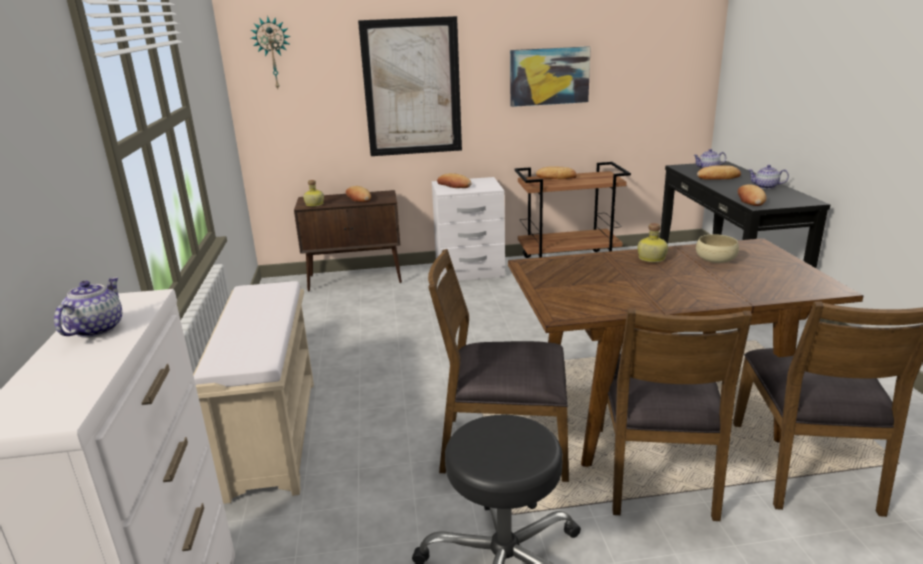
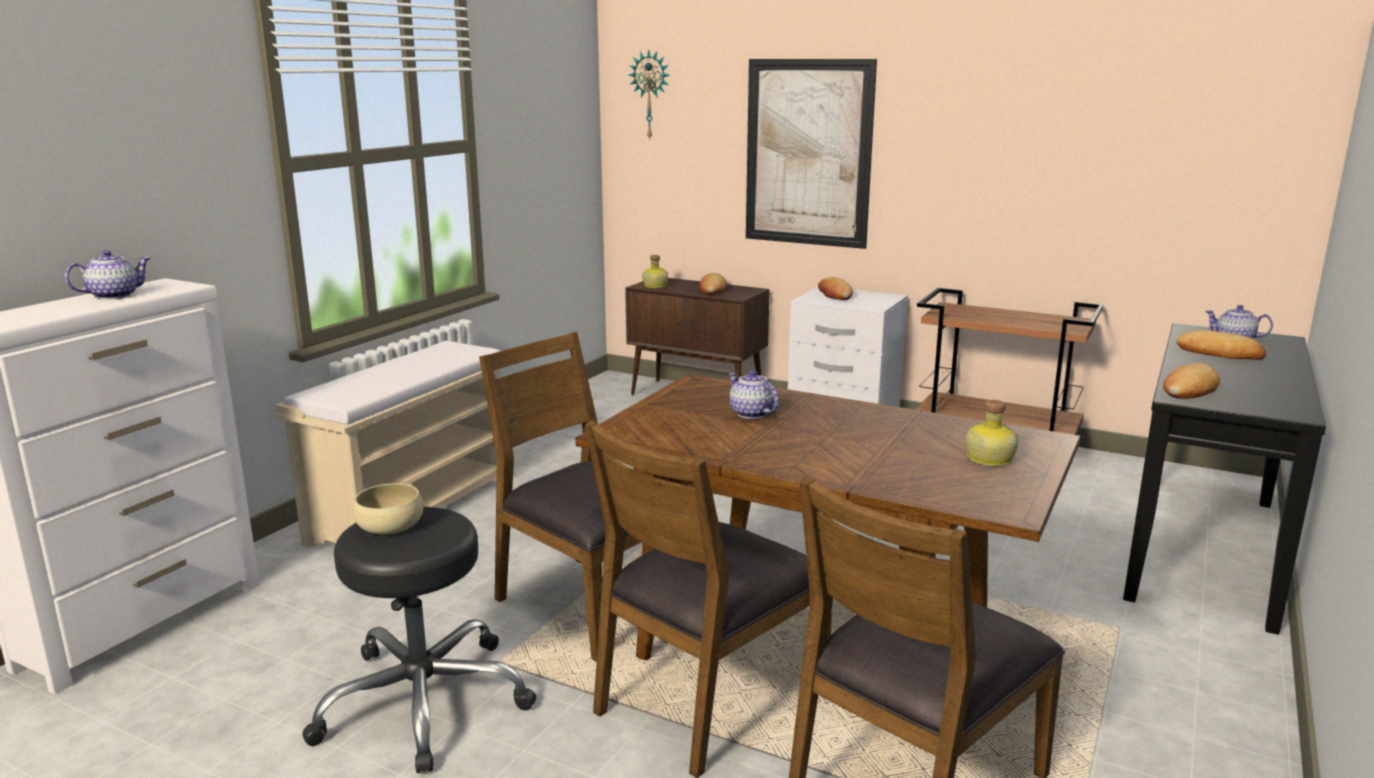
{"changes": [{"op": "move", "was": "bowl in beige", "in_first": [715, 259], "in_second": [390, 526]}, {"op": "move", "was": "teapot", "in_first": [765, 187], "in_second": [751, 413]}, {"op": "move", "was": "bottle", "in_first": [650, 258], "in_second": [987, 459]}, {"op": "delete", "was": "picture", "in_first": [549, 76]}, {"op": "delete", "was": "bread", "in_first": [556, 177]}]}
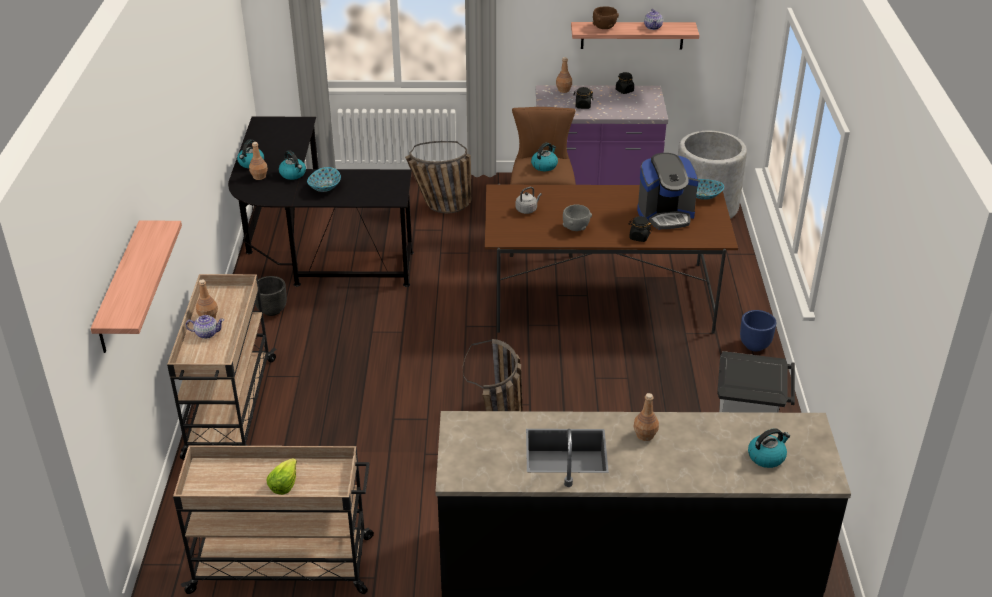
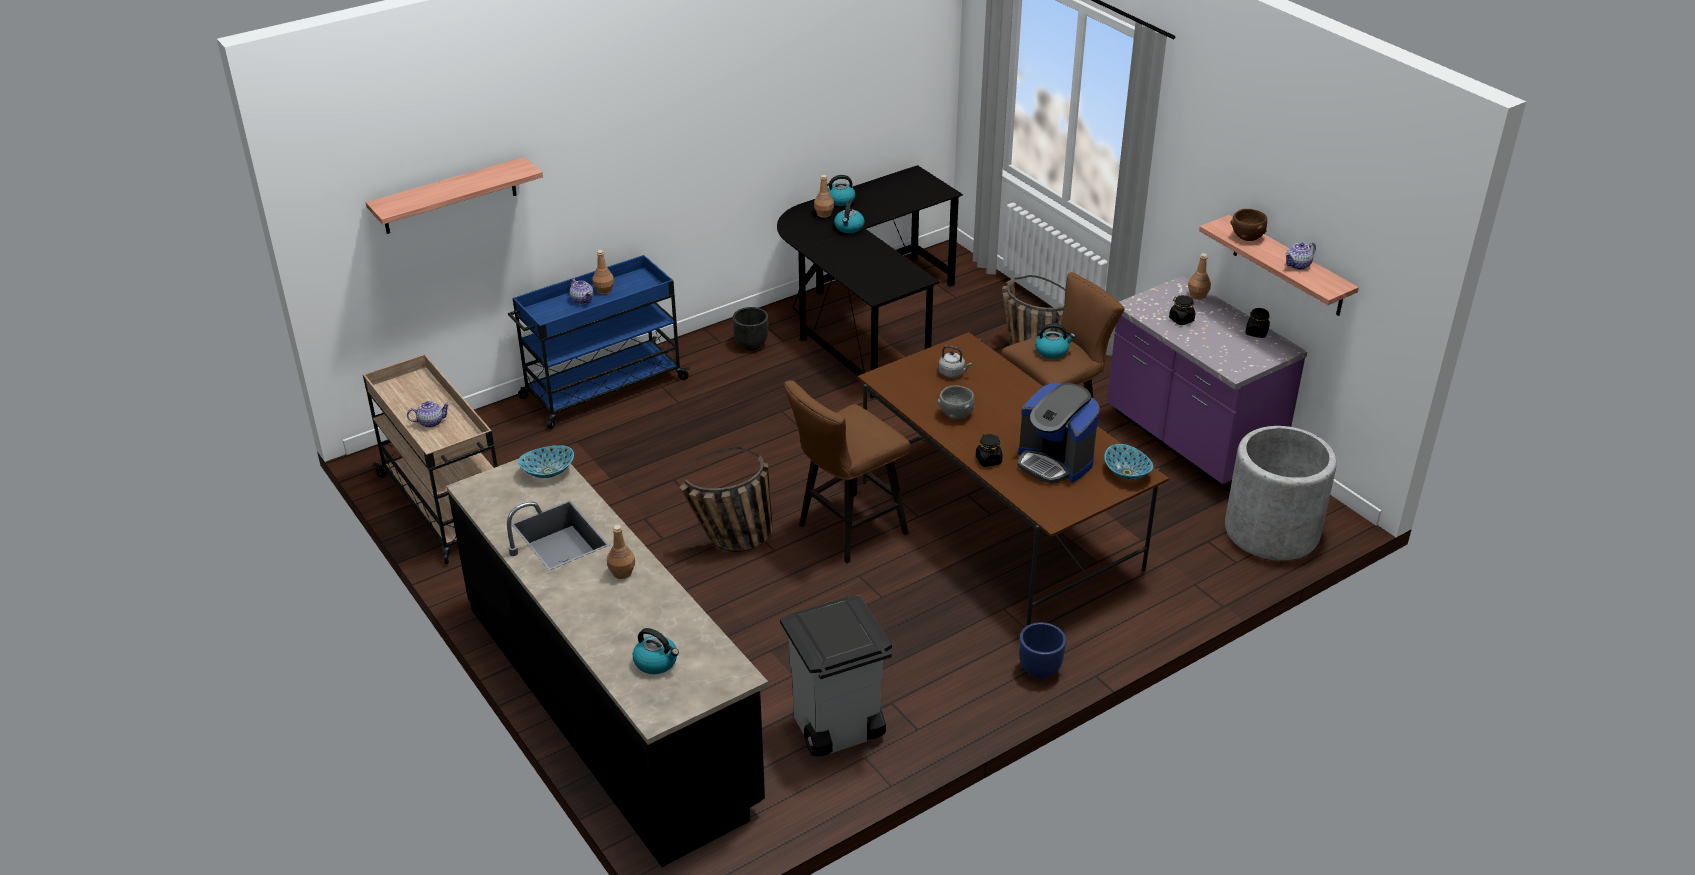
{"changes": [{"op": "replace", "was": "lettuce", "now": "teapot", "in_first": [284, 484], "in_second": [430, 422]}, {"op": "recolor", "was": "cart in beige", "now": "cart in blue", "in_first": [230, 408], "in_second": [602, 389]}, {"op": "move", "was": "bowl", "in_first": [325, 188], "in_second": [548, 472]}, {"op": "insert", "now": "stool in brown", "in_second": [846, 531]}]}
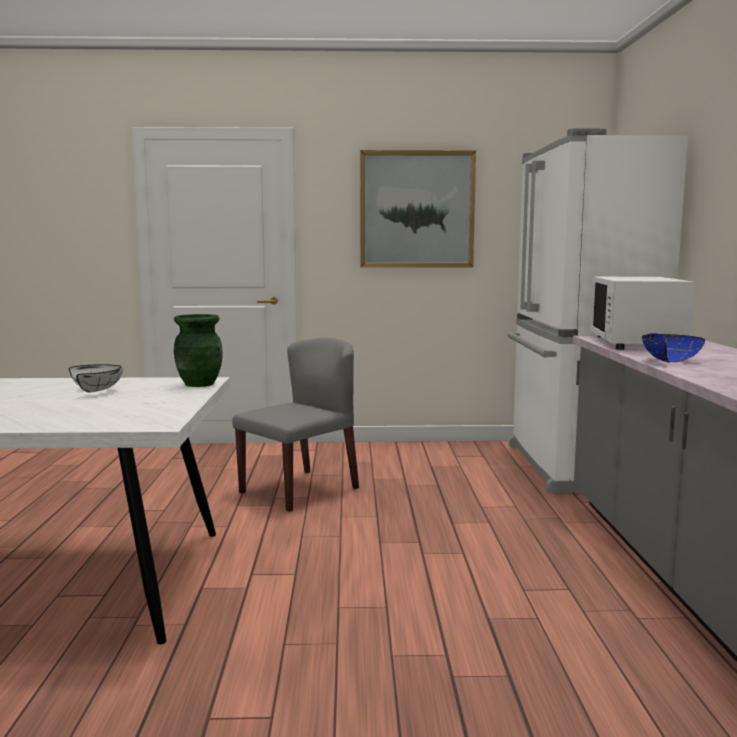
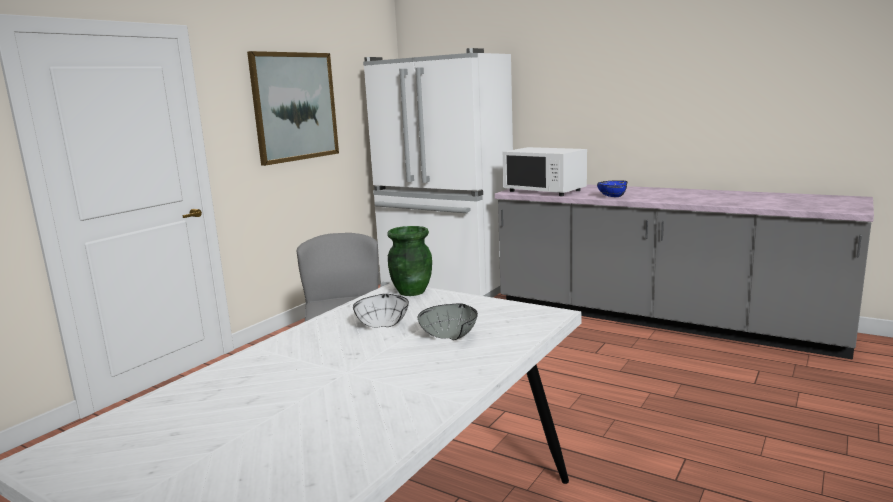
{"changes": [{"op": "insert", "now": "bowl in grey", "in_second": [451, 335]}]}
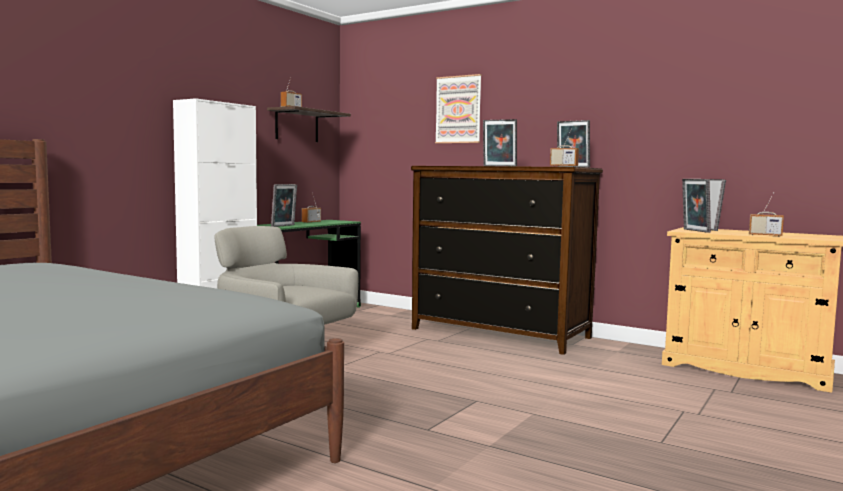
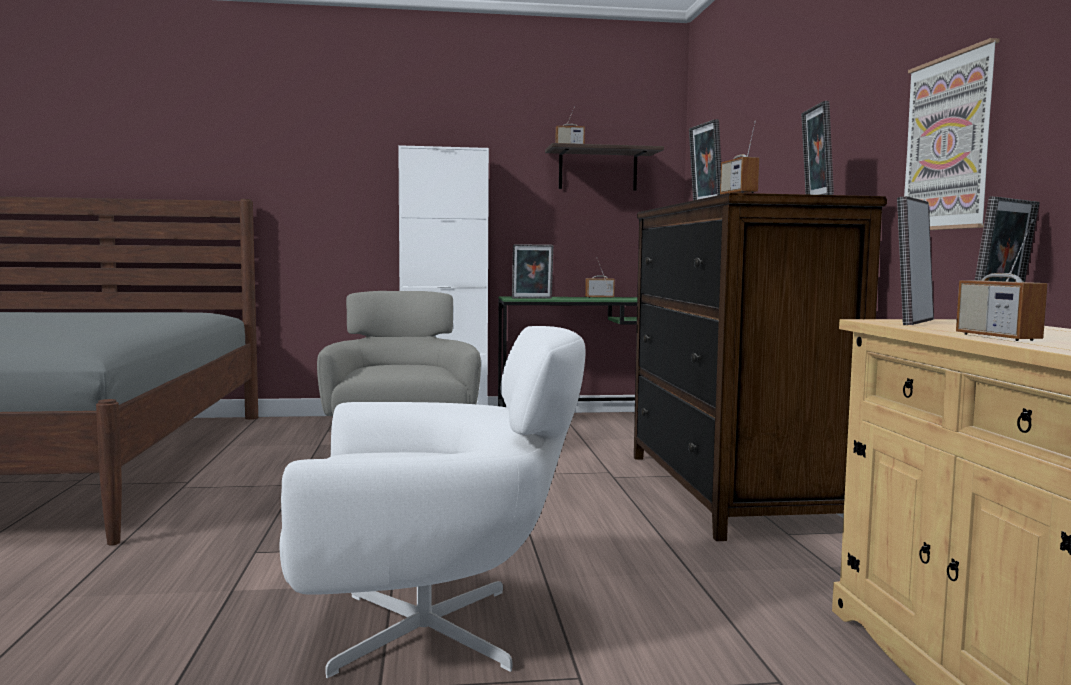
{"changes": [{"op": "insert", "now": "armchair in white", "in_second": [434, 630]}, {"op": "move", "was": "picture", "in_first": [458, 109], "in_second": [948, 143]}]}
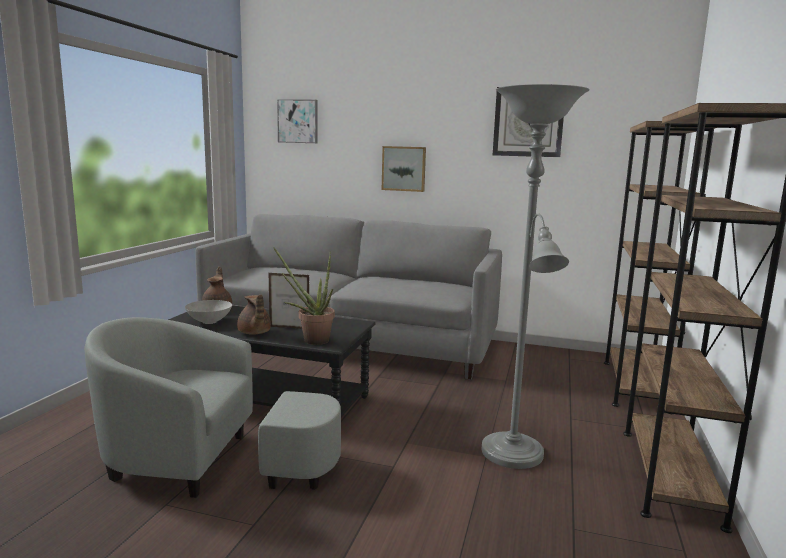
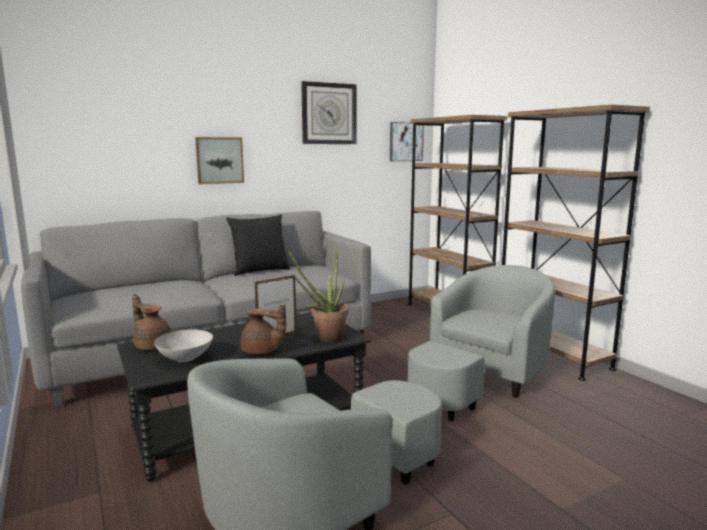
{"changes": [{"op": "insert", "now": "pillow in black", "in_second": [259, 270]}, {"op": "move", "was": "picture", "in_first": [298, 121], "in_second": [405, 141]}, {"op": "replace", "was": "floor lamp in grey", "now": "armchair in grey", "in_first": [514, 457], "in_second": [481, 380]}]}
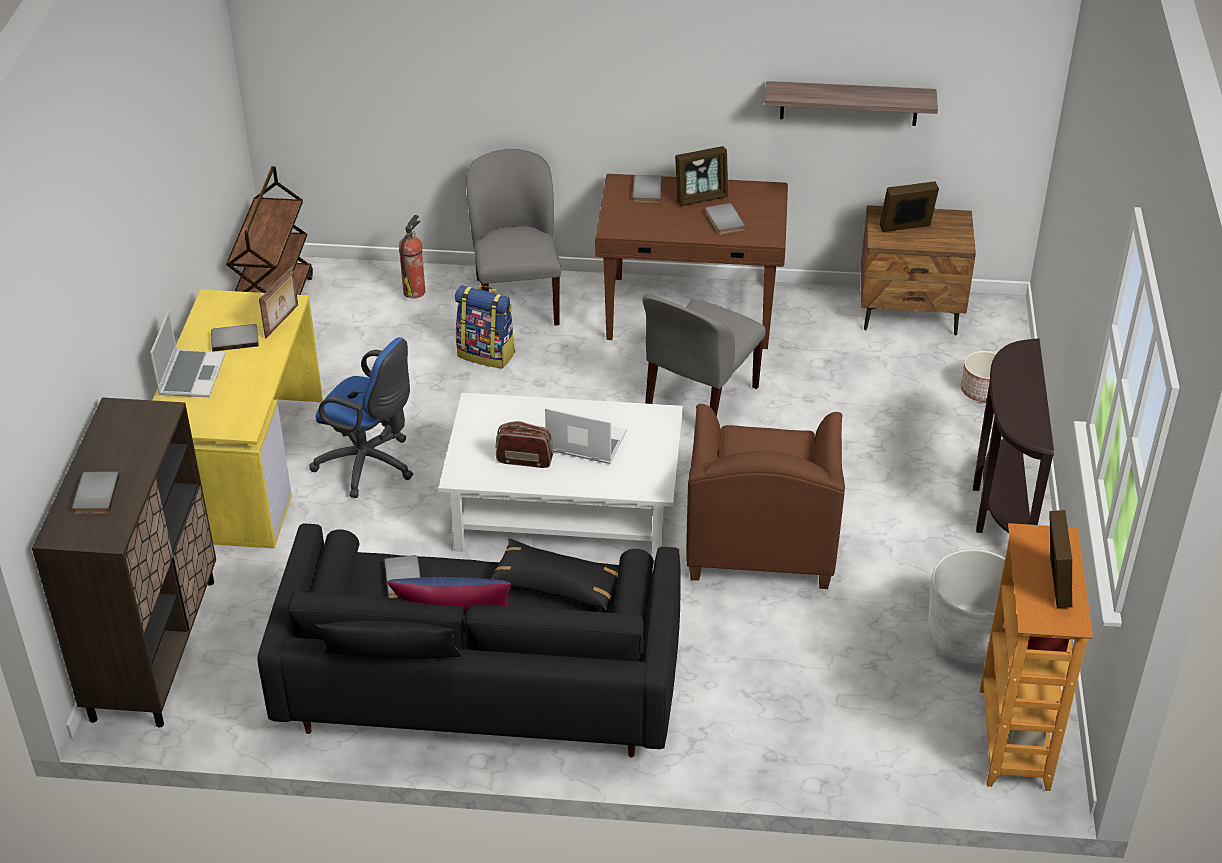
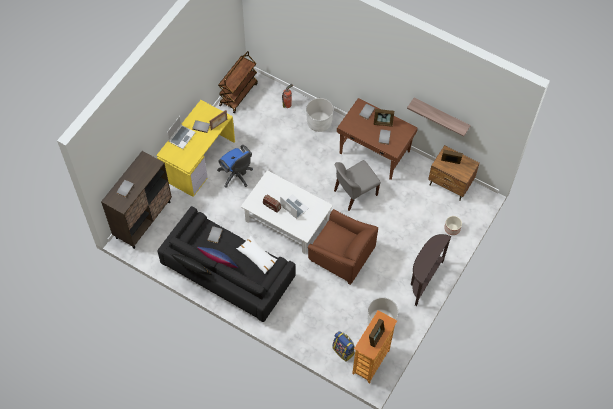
{"changes": [{"op": "recolor", "was": "pillow in black", "now": "pillow in white", "in_first": [557, 585], "in_second": [257, 257]}, {"op": "replace", "was": "chair in grey", "now": "planter in white", "in_first": [516, 300], "in_second": [319, 122]}, {"op": "rotate", "was": "armchair in brown", "in_first": [760, 536], "in_second": [341, 256], "clockwise": -90}, {"op": "move", "was": "backpack", "in_first": [487, 354], "in_second": [343, 350]}]}
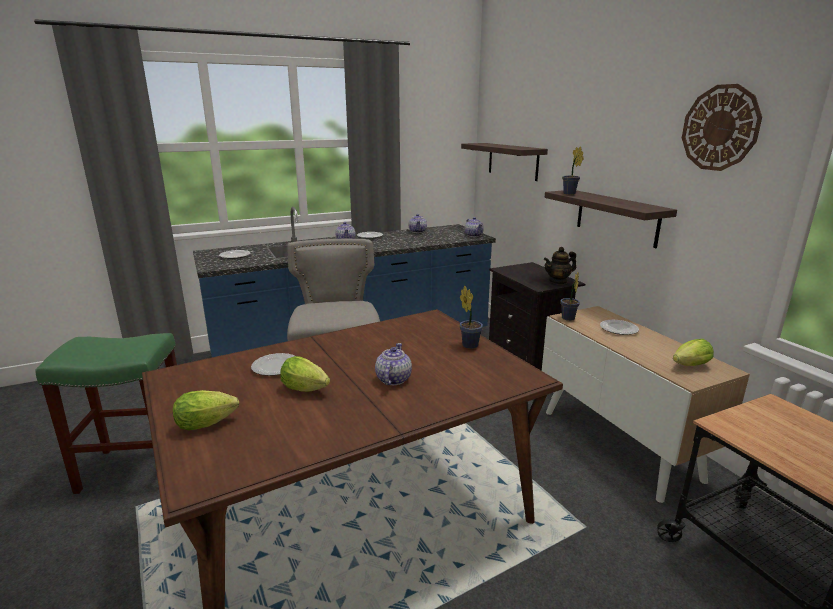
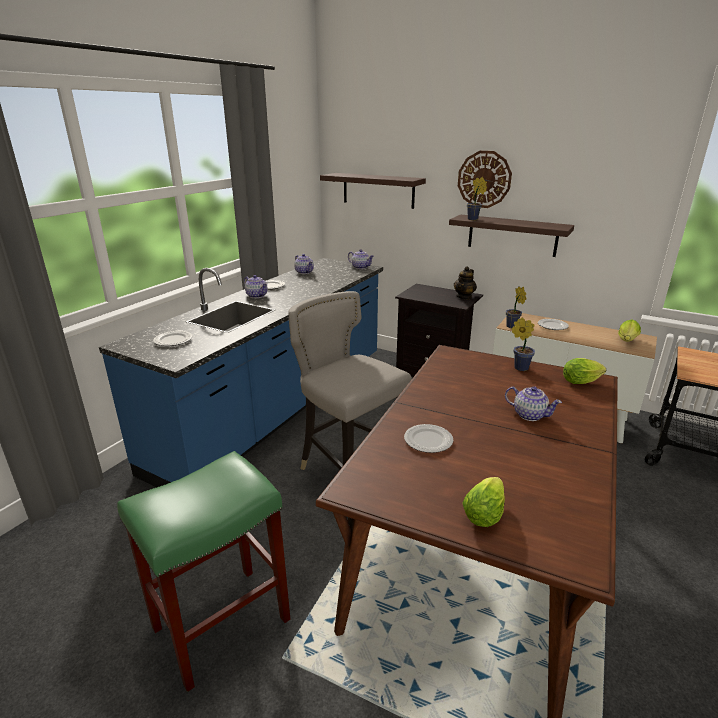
{"changes": [{"op": "move", "was": "wall clock", "in_first": [720, 128], "in_second": [484, 179]}, {"op": "rotate", "was": "teapot", "in_first": [393, 379], "in_second": [529, 415], "clockwise": 150}, {"op": "move", "was": "lettuce", "in_first": [307, 390], "in_second": [582, 382]}]}
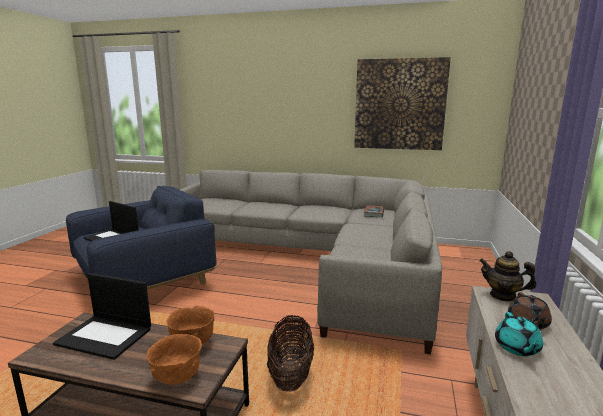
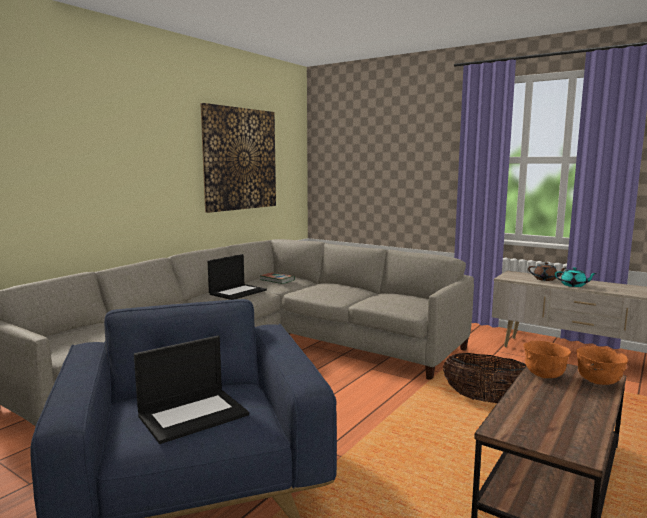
{"changes": [{"op": "move", "was": "laptop", "in_first": [106, 336], "in_second": [238, 292]}, {"op": "delete", "was": "teapot", "in_first": [503, 296]}]}
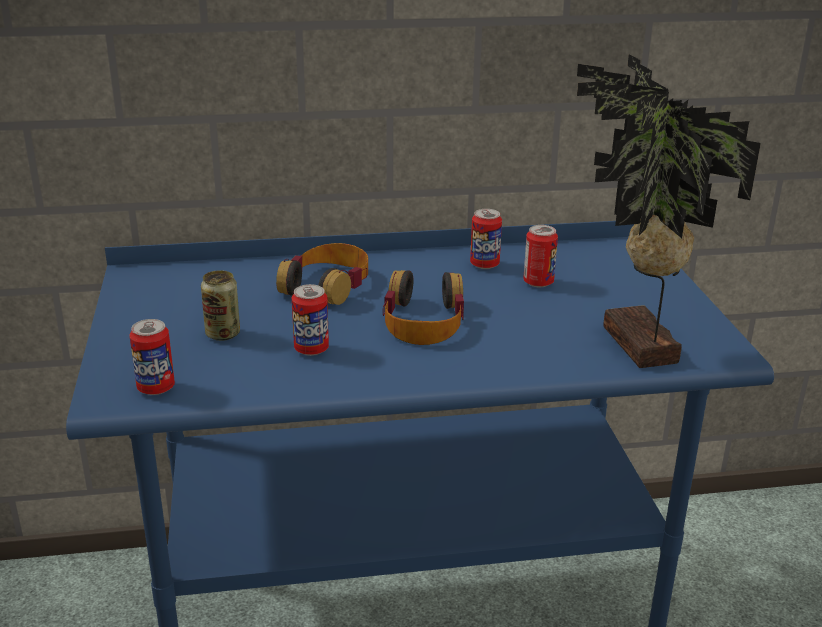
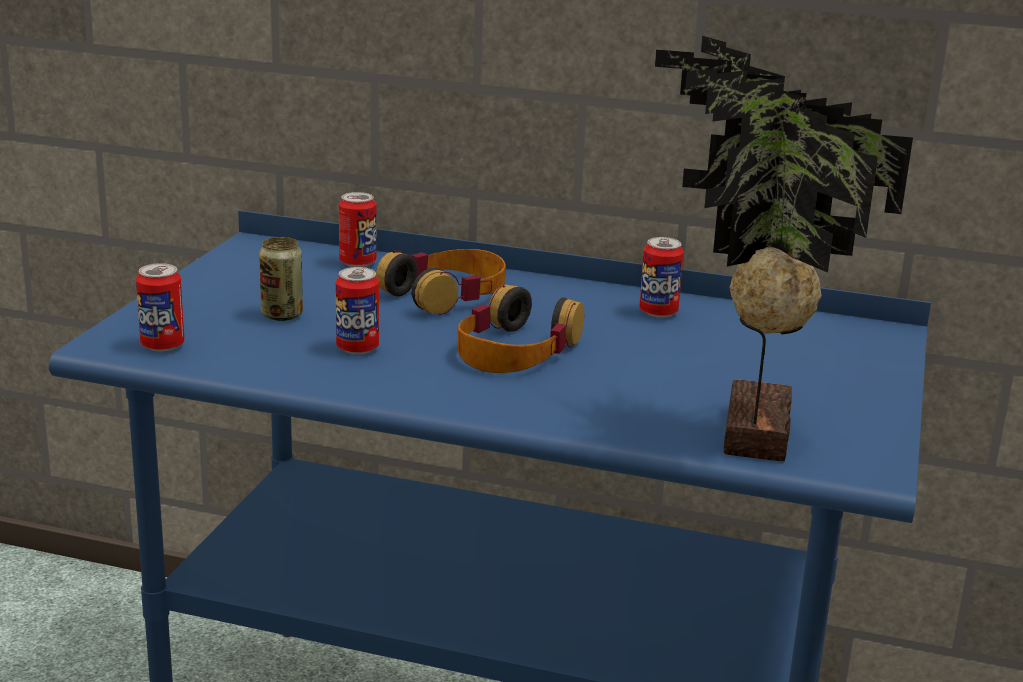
{"changes": [{"op": "move", "was": "can", "in_first": [538, 282], "in_second": [357, 263]}]}
